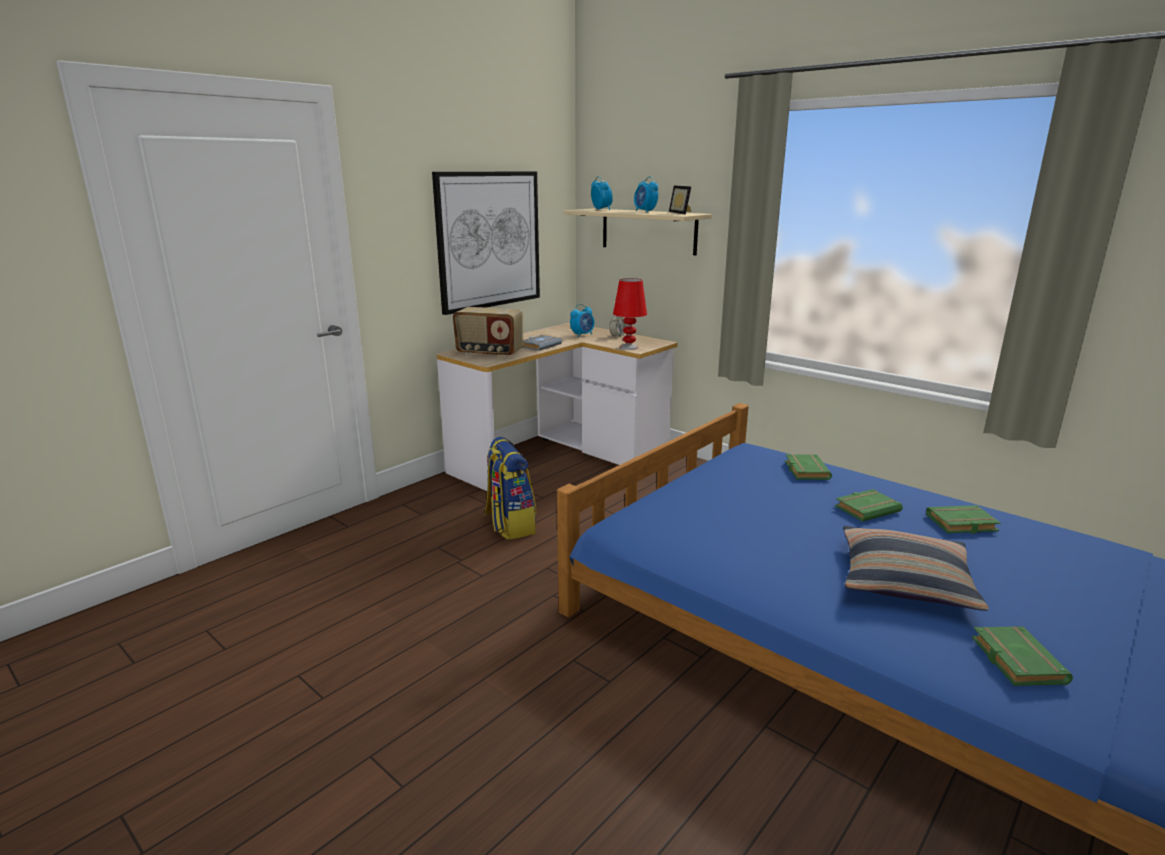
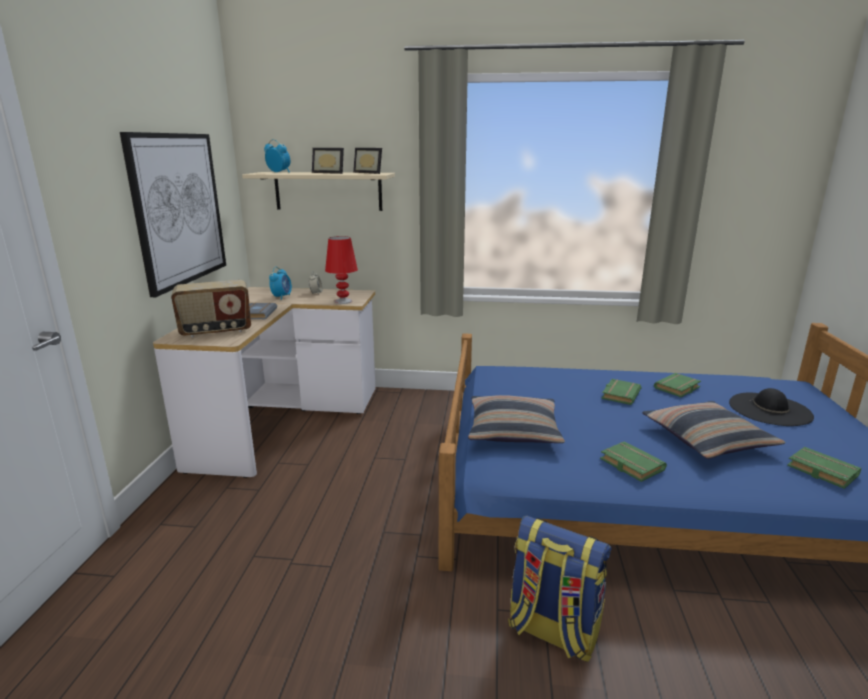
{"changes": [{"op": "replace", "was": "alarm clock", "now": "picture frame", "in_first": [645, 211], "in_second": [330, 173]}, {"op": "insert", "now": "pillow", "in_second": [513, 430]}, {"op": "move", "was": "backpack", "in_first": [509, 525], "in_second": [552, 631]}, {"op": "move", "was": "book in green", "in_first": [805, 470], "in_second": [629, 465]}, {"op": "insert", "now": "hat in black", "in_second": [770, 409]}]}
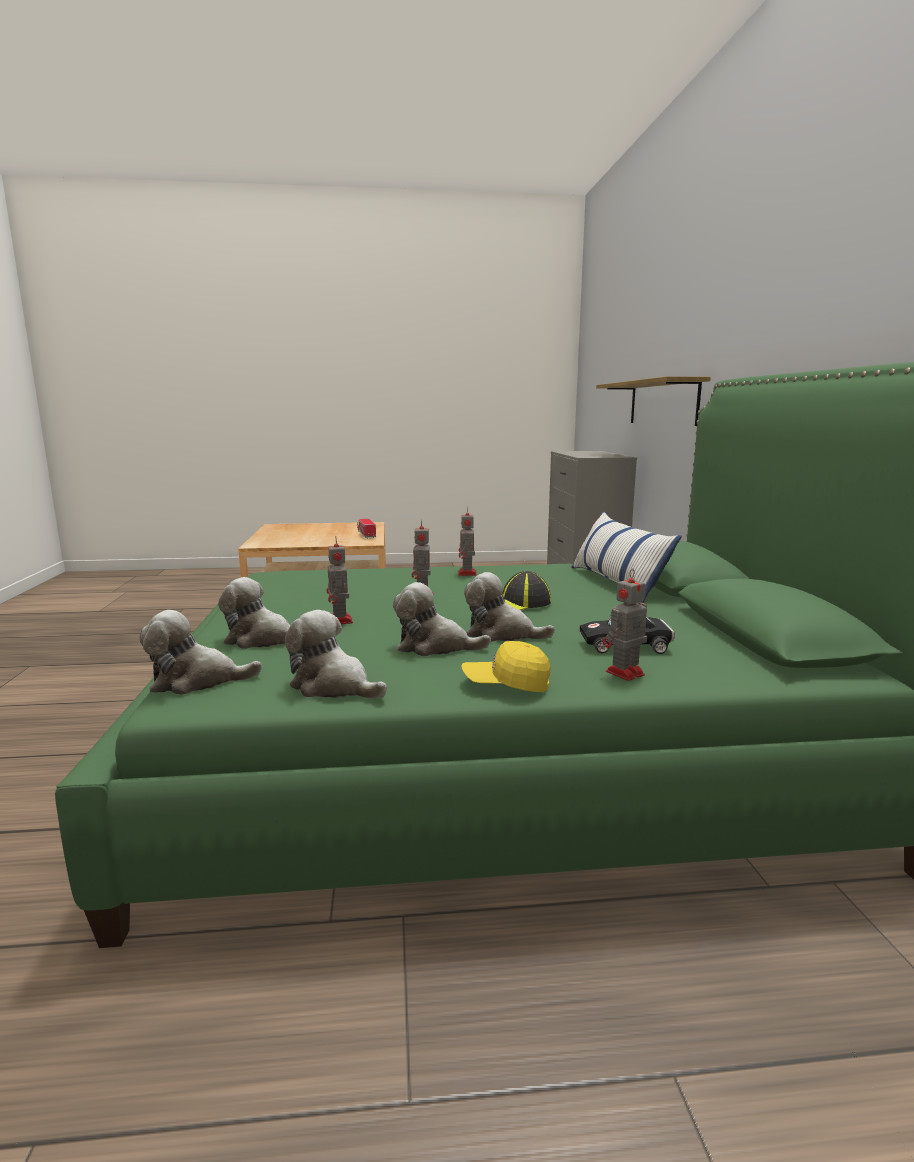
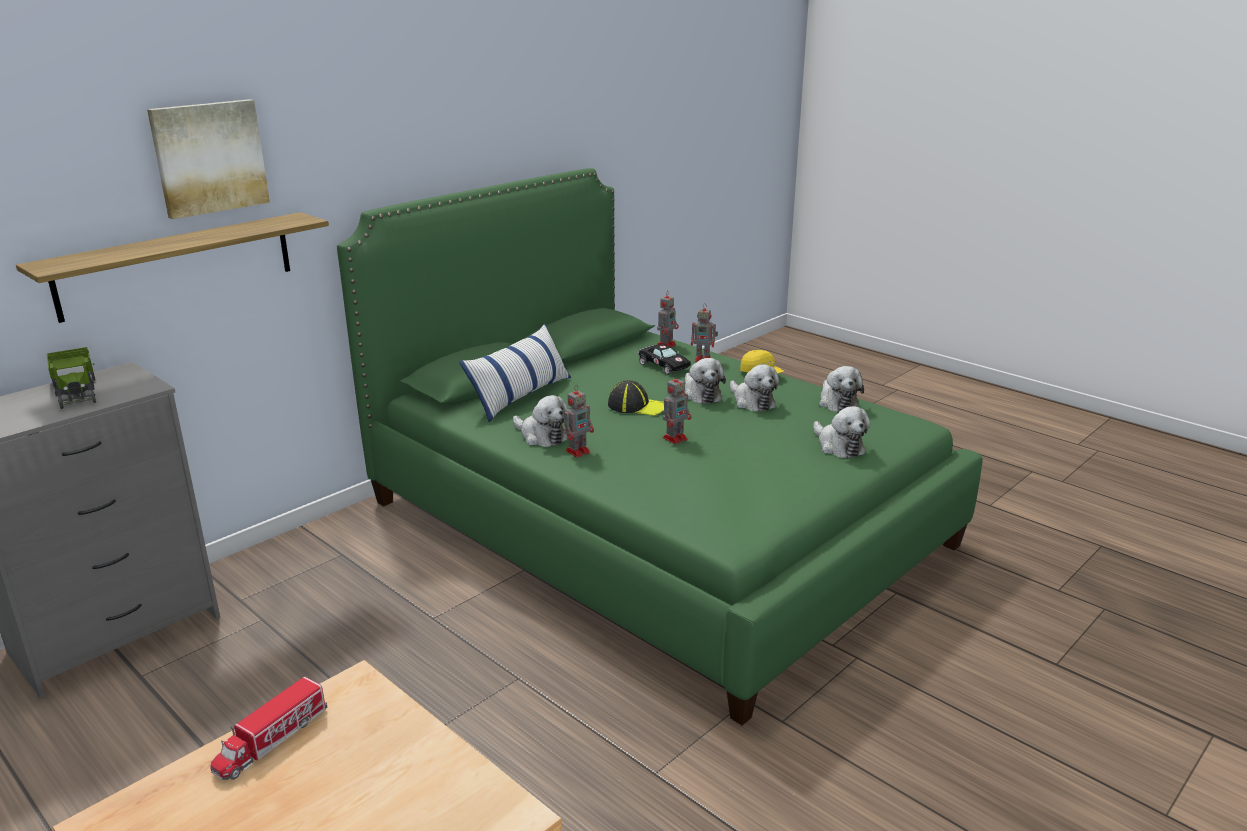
{"changes": [{"op": "insert", "now": "toy truck", "in_second": [76, 390]}, {"op": "insert", "now": "picture", "in_second": [209, 157]}, {"op": "move", "was": "plush toy", "in_first": [196, 681], "in_second": [541, 436]}, {"op": "move", "was": "toy robot", "in_first": [340, 621], "in_second": [666, 345]}]}
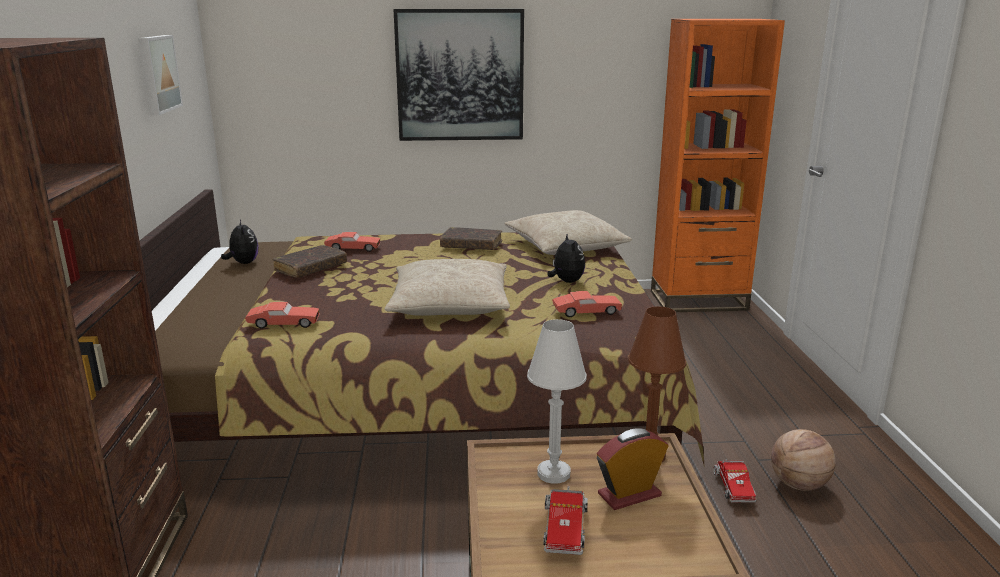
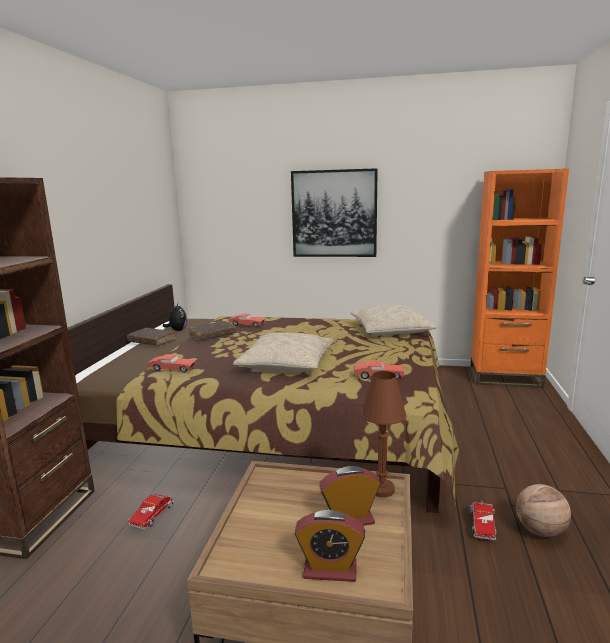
{"changes": [{"op": "move", "was": "book in brown", "in_first": [471, 245], "in_second": [152, 341]}, {"op": "move", "was": "toy truck", "in_first": [564, 528], "in_second": [153, 515]}, {"op": "insert", "now": "alarm clock", "in_second": [330, 570]}, {"op": "delete", "was": "picture", "in_first": [157, 74]}, {"op": "delete", "was": "table lamp in white", "in_first": [553, 473]}, {"op": "delete", "was": "plush toy", "in_first": [566, 281]}]}
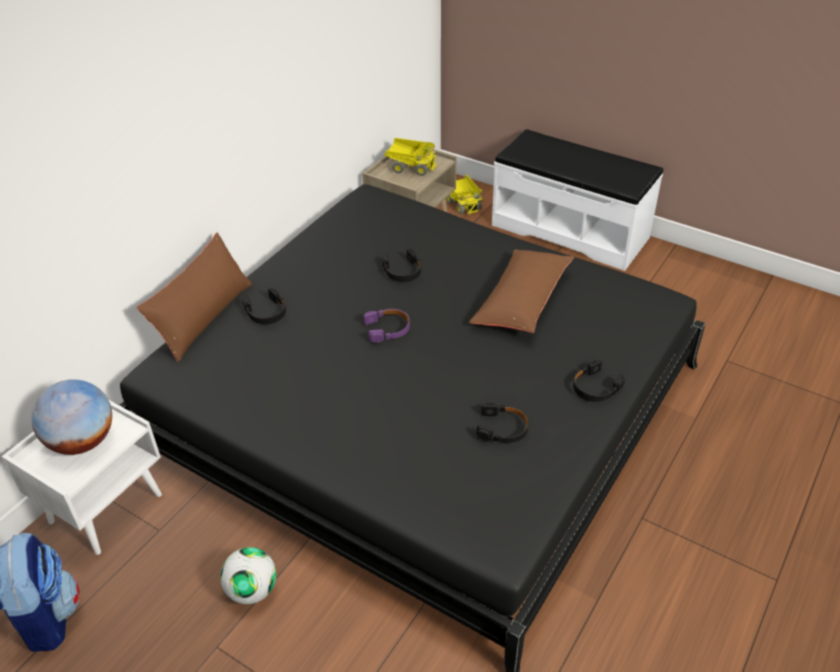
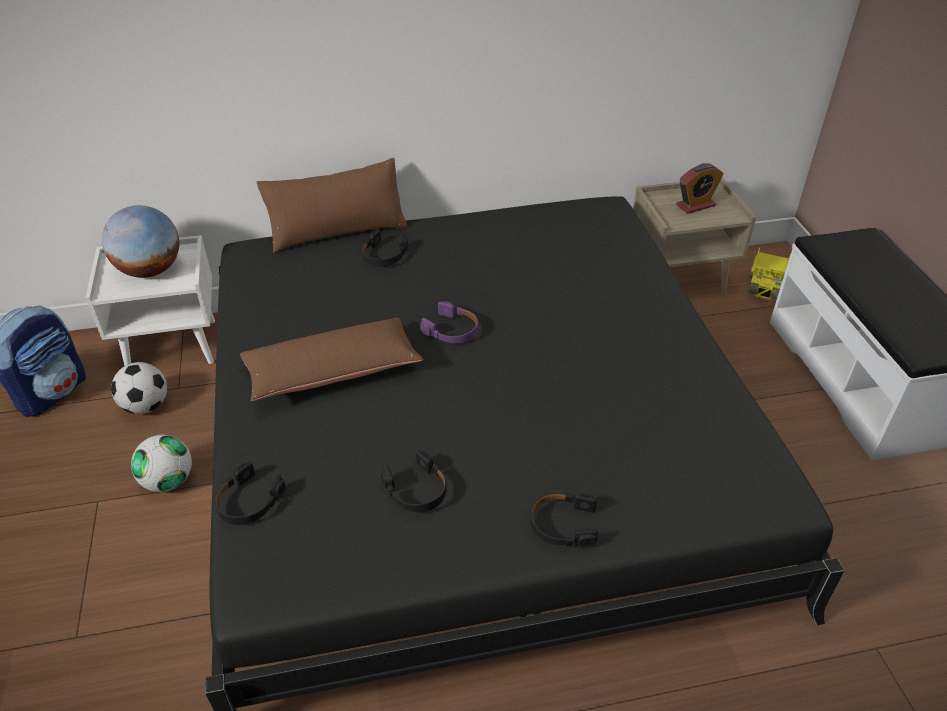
{"changes": [{"op": "insert", "now": "football", "in_second": [146, 406]}, {"op": "move", "was": "headphones in black", "in_first": [402, 271], "in_second": [248, 501]}, {"op": "move", "was": "pillow in brown", "in_first": [522, 300], "in_second": [332, 371]}, {"op": "replace", "was": "toy truck", "now": "alarm clock", "in_first": [411, 167], "in_second": [695, 205]}]}
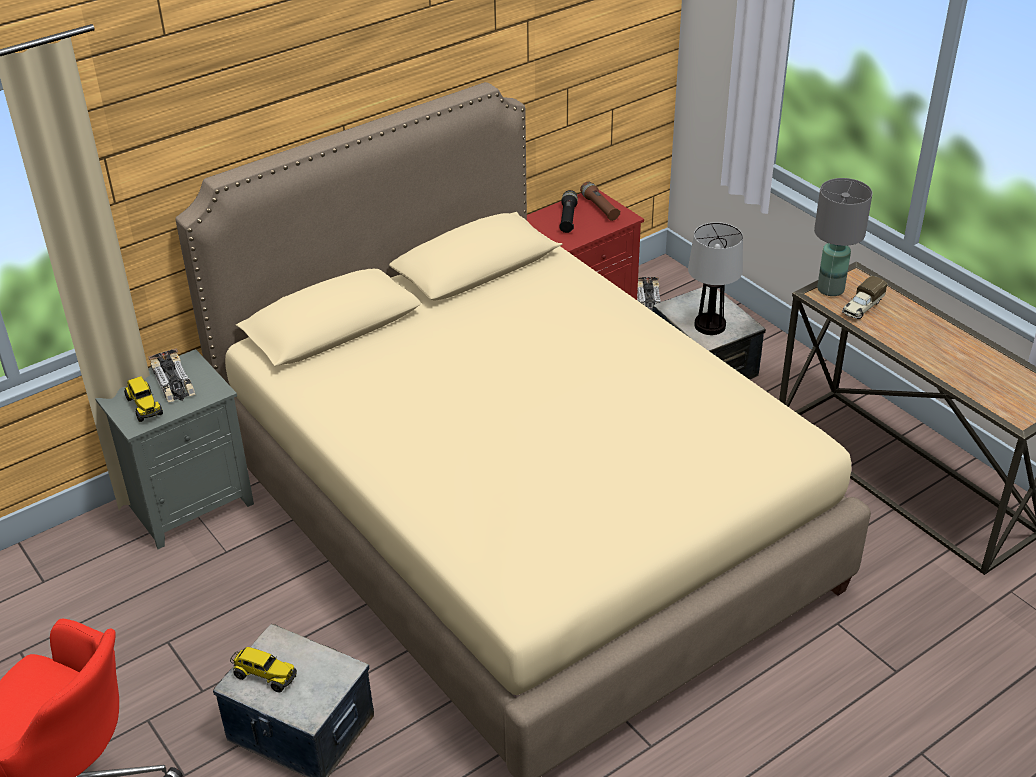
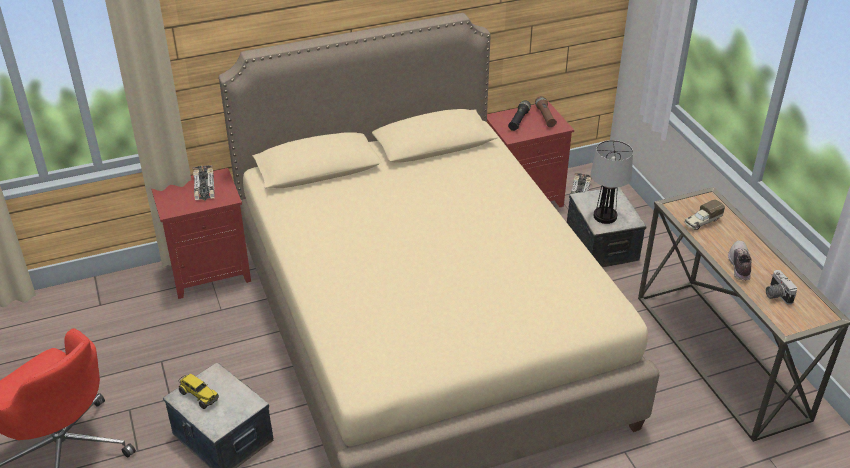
{"changes": [{"op": "recolor", "was": "nightstand in grey", "now": "nightstand in red", "in_first": [189, 502], "in_second": [210, 271]}, {"op": "insert", "now": "shoe", "in_second": [739, 265]}, {"op": "insert", "now": "photo camera", "in_second": [776, 294]}, {"op": "delete", "was": "toy truck", "in_first": [144, 406]}, {"op": "delete", "was": "table lamp in grey", "in_first": [831, 289]}]}
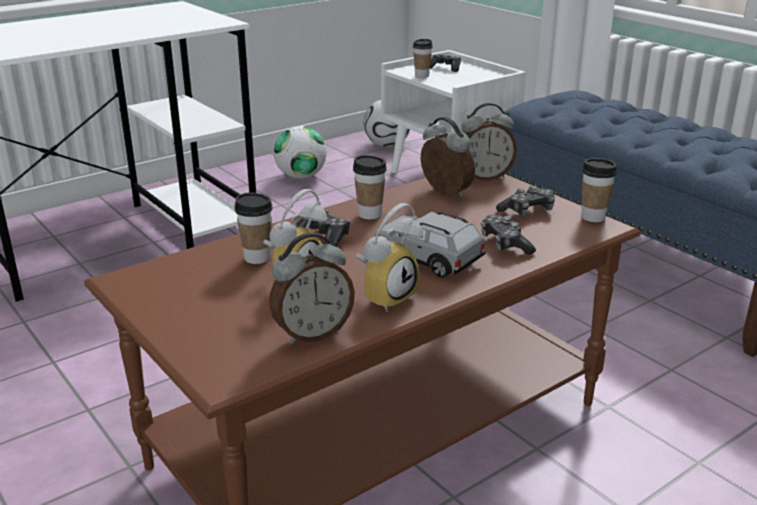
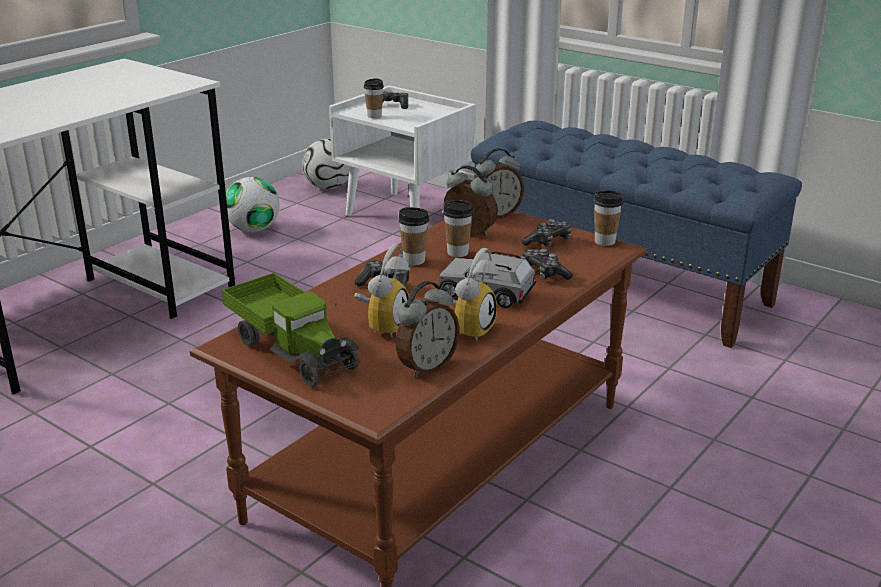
{"changes": [{"op": "insert", "now": "toy truck", "in_second": [292, 348]}, {"op": "move", "was": "cup", "in_first": [257, 258], "in_second": [457, 253]}]}
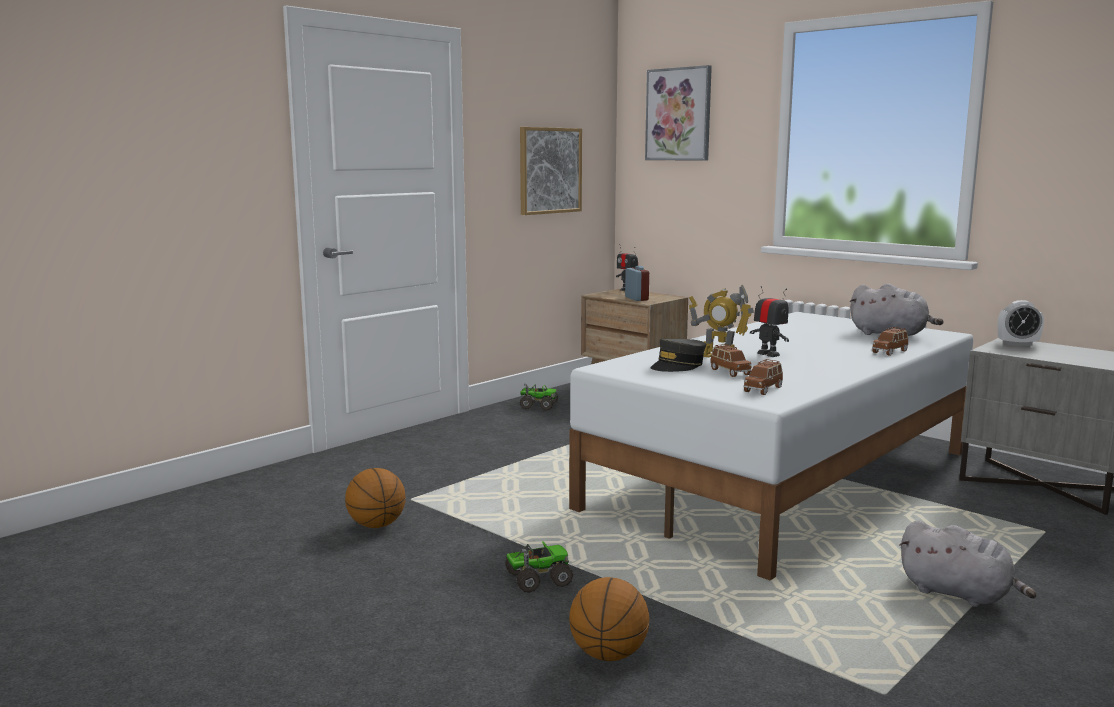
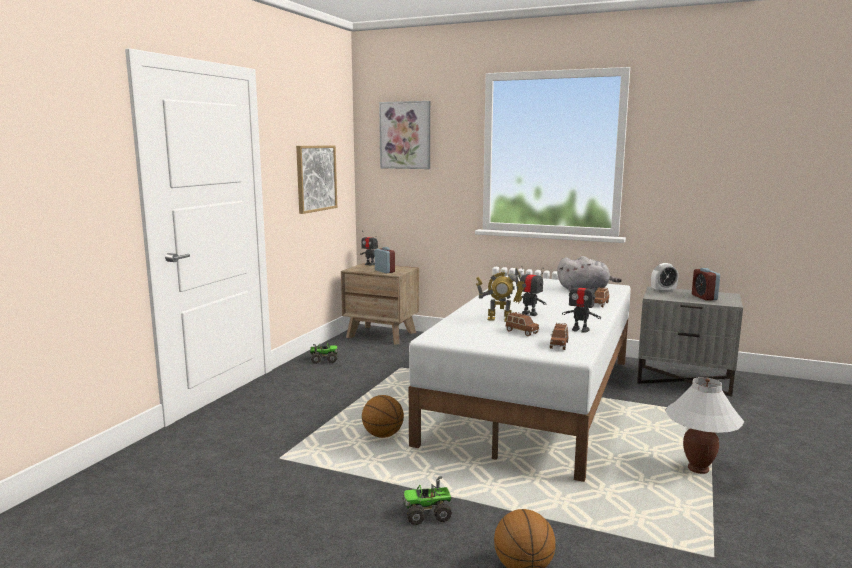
{"changes": [{"op": "move", "was": "basketball", "in_first": [376, 525], "in_second": [383, 435]}, {"op": "rotate", "was": "toy truck", "in_first": [537, 579], "in_second": [427, 513], "clockwise": -150}, {"op": "insert", "now": "toy robot", "in_second": [580, 330]}, {"op": "replace", "was": "plush toy in grey", "now": "table lamp in white", "in_first": [959, 594], "in_second": [698, 469]}, {"op": "insert", "now": "alarm clock", "in_second": [704, 297]}, {"op": "delete", "was": "cap in grey", "in_first": [678, 366]}]}
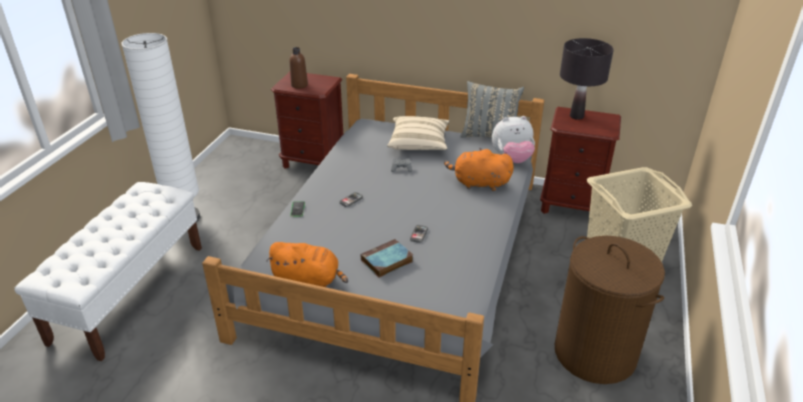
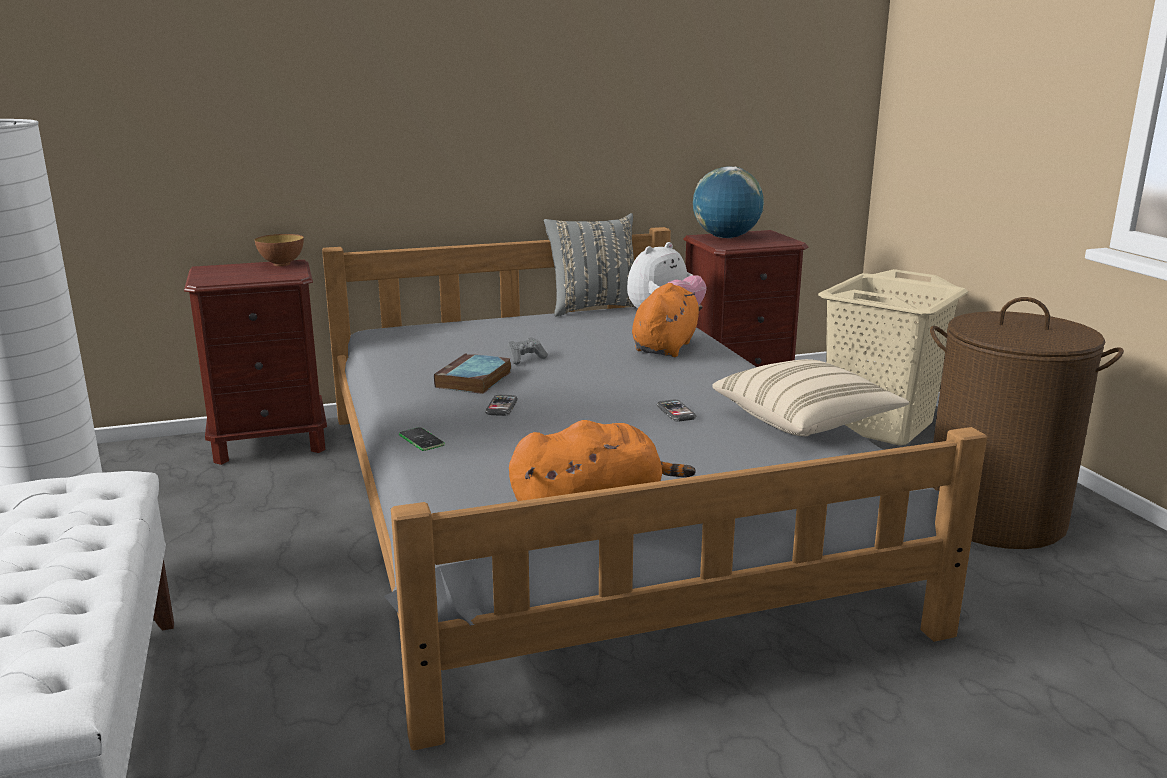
{"changes": [{"op": "insert", "now": "bowl", "in_second": [281, 264]}, {"op": "move", "was": "book", "in_first": [386, 261], "in_second": [473, 380]}, {"op": "rotate", "was": "plush toy in orange", "in_first": [479, 183], "in_second": [665, 347], "clockwise": 135}, {"op": "replace", "was": "table lamp in black", "now": "globe", "in_first": [576, 116], "in_second": [726, 237]}, {"op": "move", "was": "pillow in beige", "in_first": [419, 144], "in_second": [806, 421]}, {"op": "delete", "was": "bottle in brown", "in_first": [299, 85]}]}
